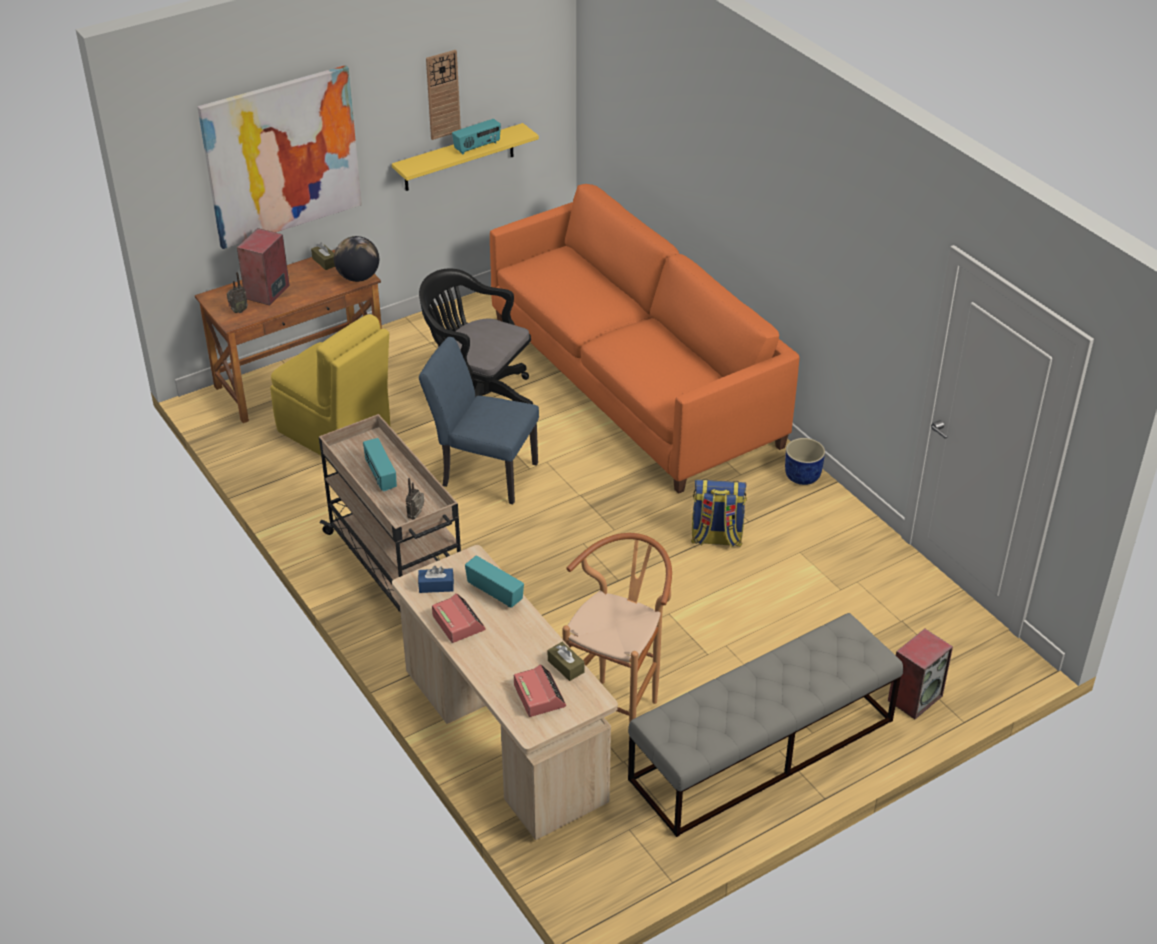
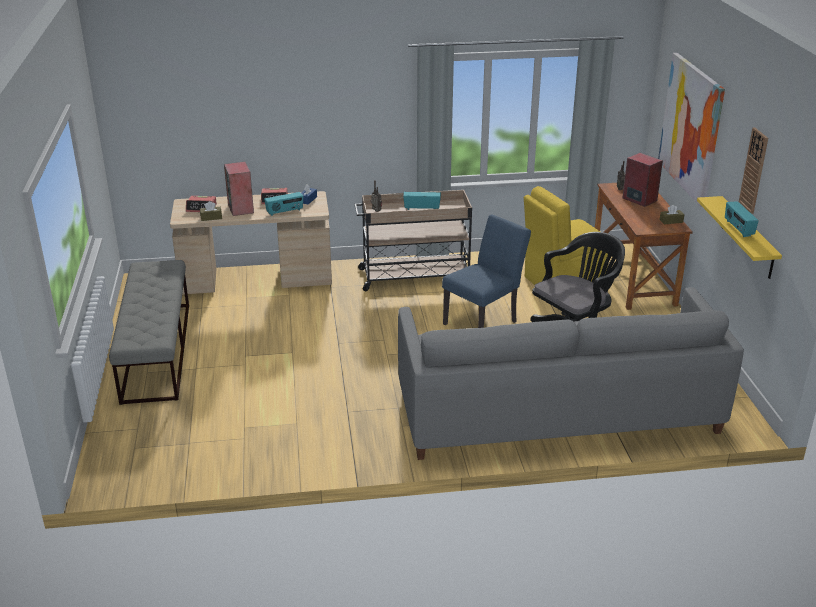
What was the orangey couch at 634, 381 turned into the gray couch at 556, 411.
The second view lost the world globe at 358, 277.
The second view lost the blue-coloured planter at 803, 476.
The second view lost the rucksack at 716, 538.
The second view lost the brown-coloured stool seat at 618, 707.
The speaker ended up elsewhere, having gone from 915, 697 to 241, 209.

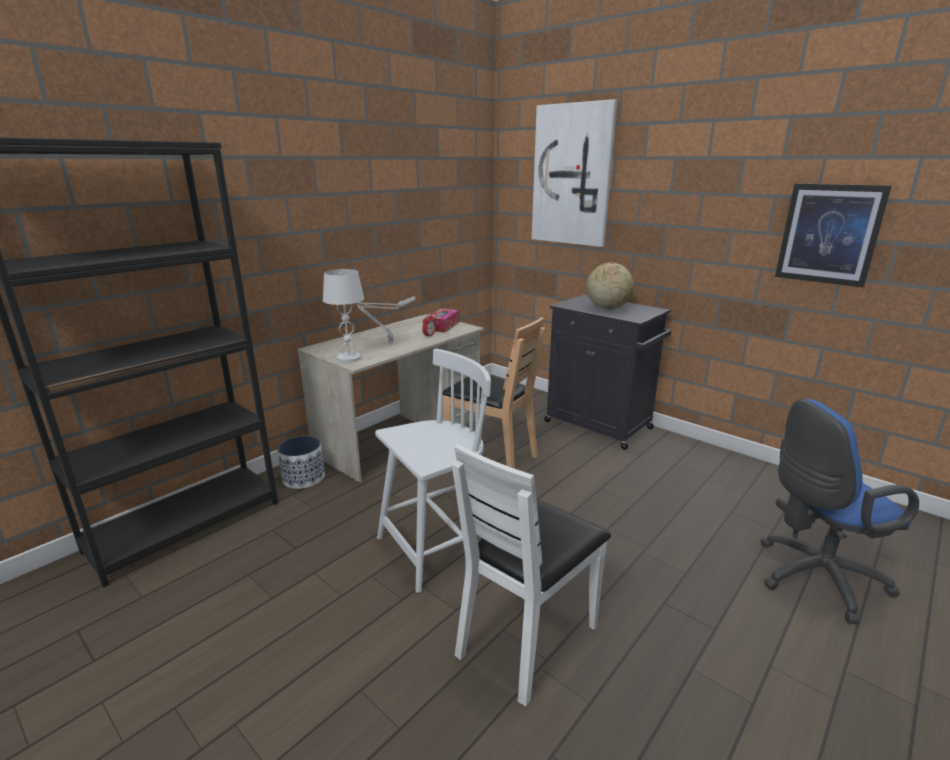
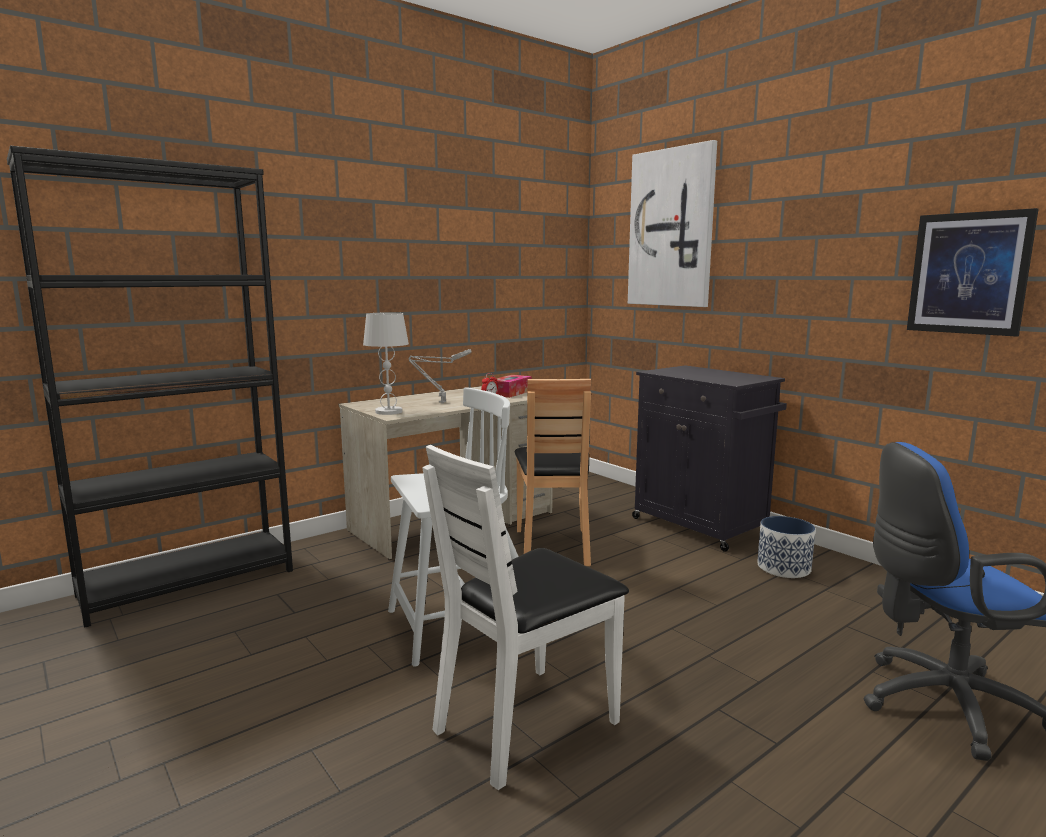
The second view lost the world globe at 607, 308.
The brown-coloured plain chair at 491, 456 ended up facing another way, 45 degrees clockwise from before.
The planter ended up elsewhere, having gone from 304, 478 to 784, 568.

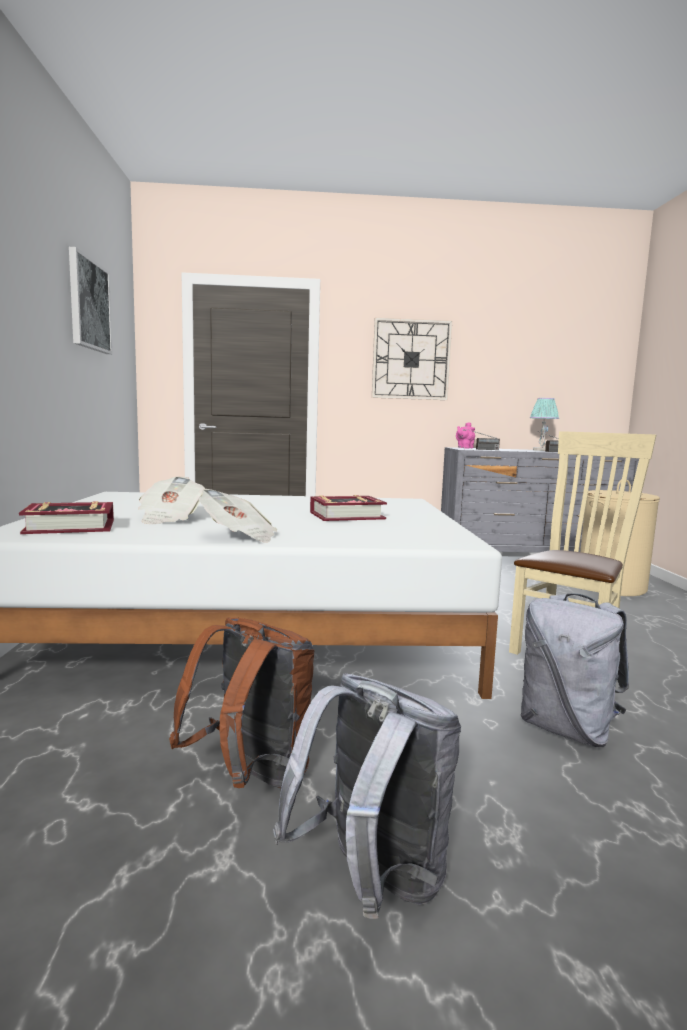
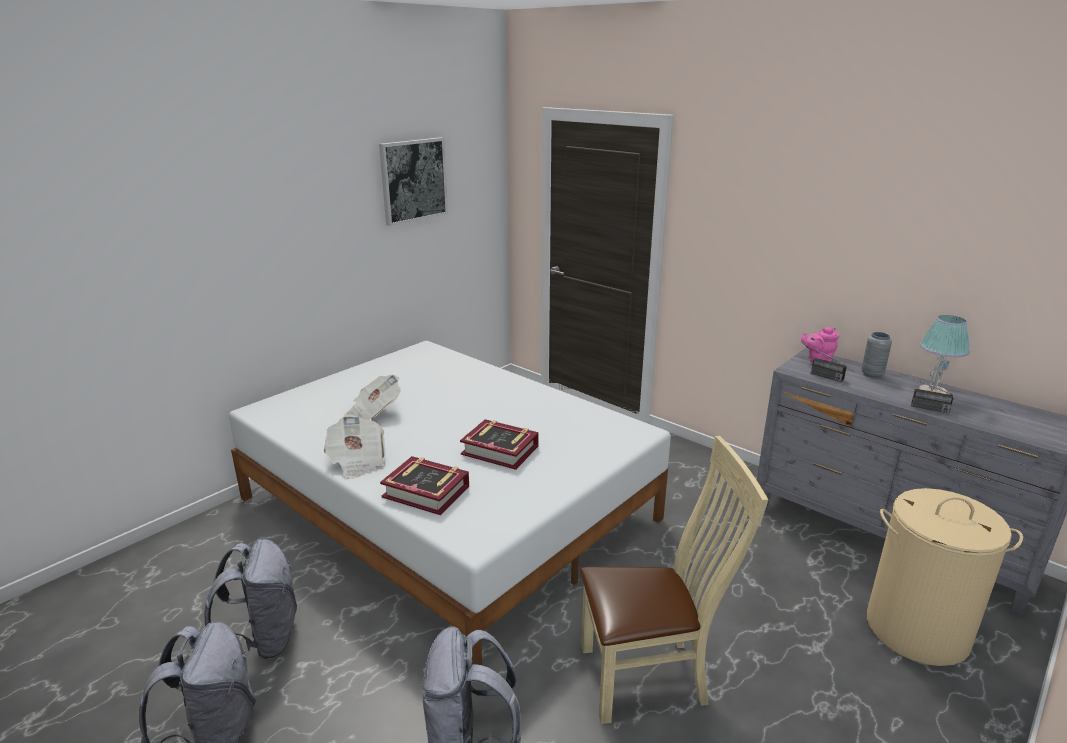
The second view lost the wall clock at 411, 359.
The bound book ended up elsewhere, having gone from 70, 527 to 426, 491.
What was the brown-coloured rucksack at 251, 777 turned into the gray rucksack at 264, 639.
The second view gained the gray flower vase at 872, 374.

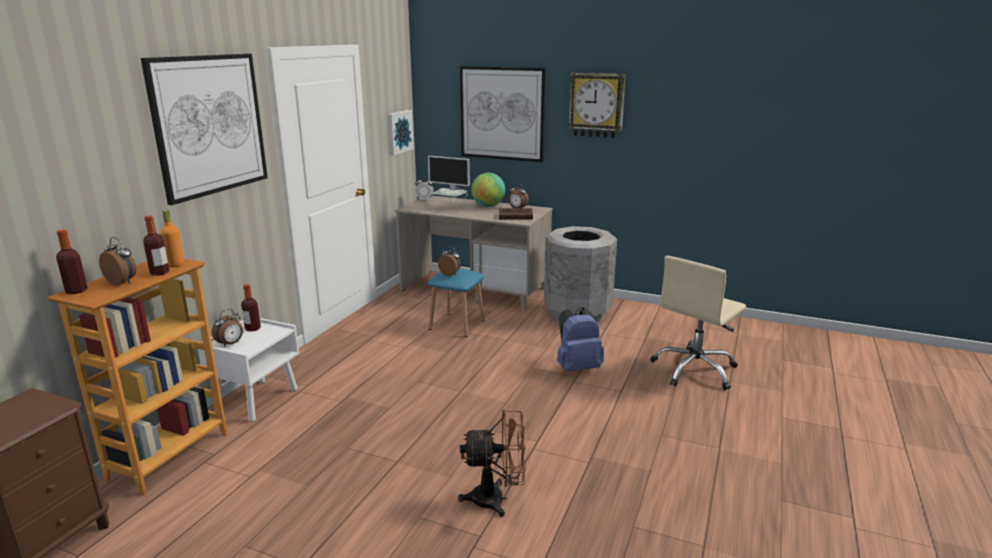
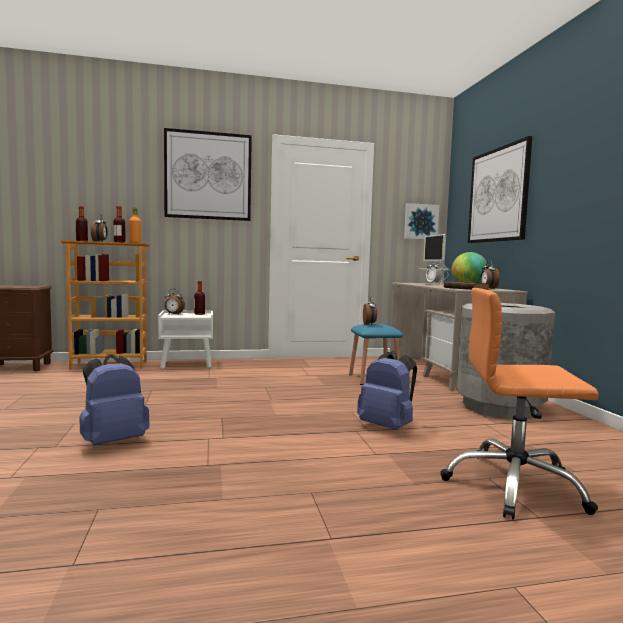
The second view lost the wall clock at 596, 105.
What was the beige-coloured computer chair at 695, 370 turned into the orangey computer chair at 514, 486.
Where the brown-coloured cooling fan stood at 497, 499, the blue-coloured rucksack came to stand at 113, 441.

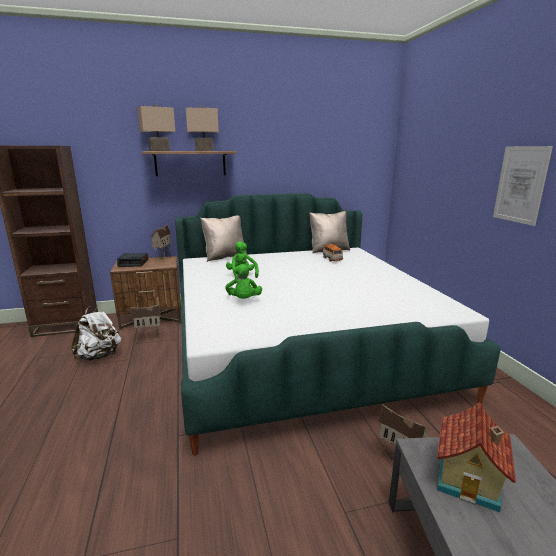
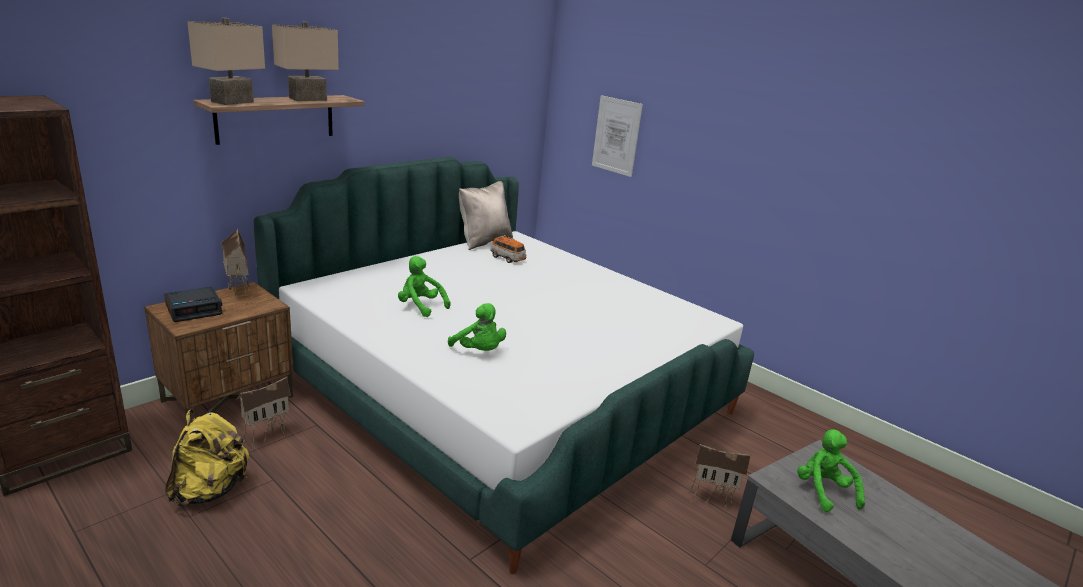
The picture ended up elsewhere, having gone from 520, 184 to 616, 136.
The second view lost the beige-coloured throw pillow at 224, 257.
What was the whitish rucksack at 99, 356 turned into the yellow rucksack at 210, 490.
Where the model house stood at 470, 480, the green-coloured plush toy came to stand at 823, 491.

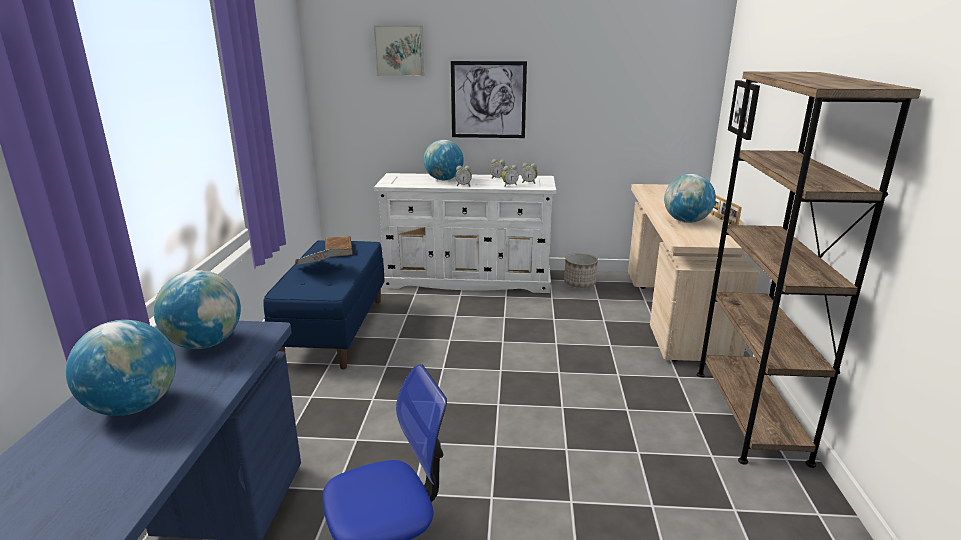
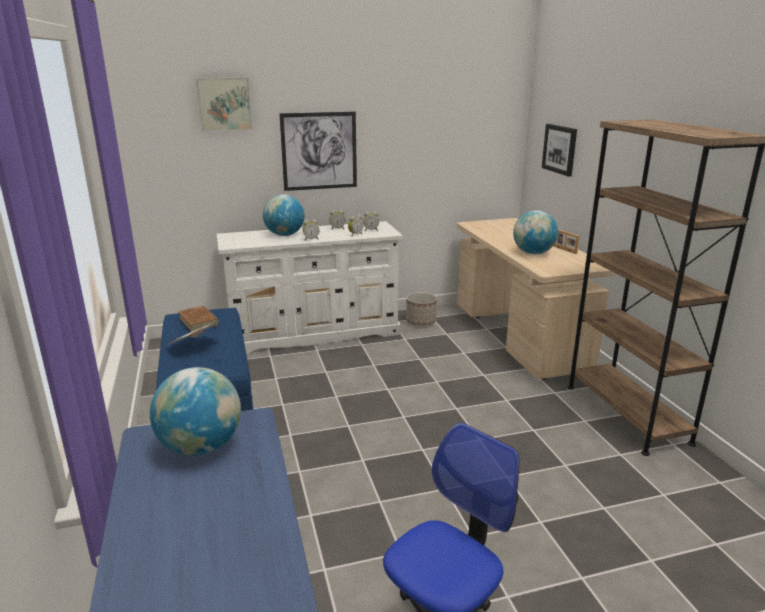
The second view lost the world globe at 133, 406.

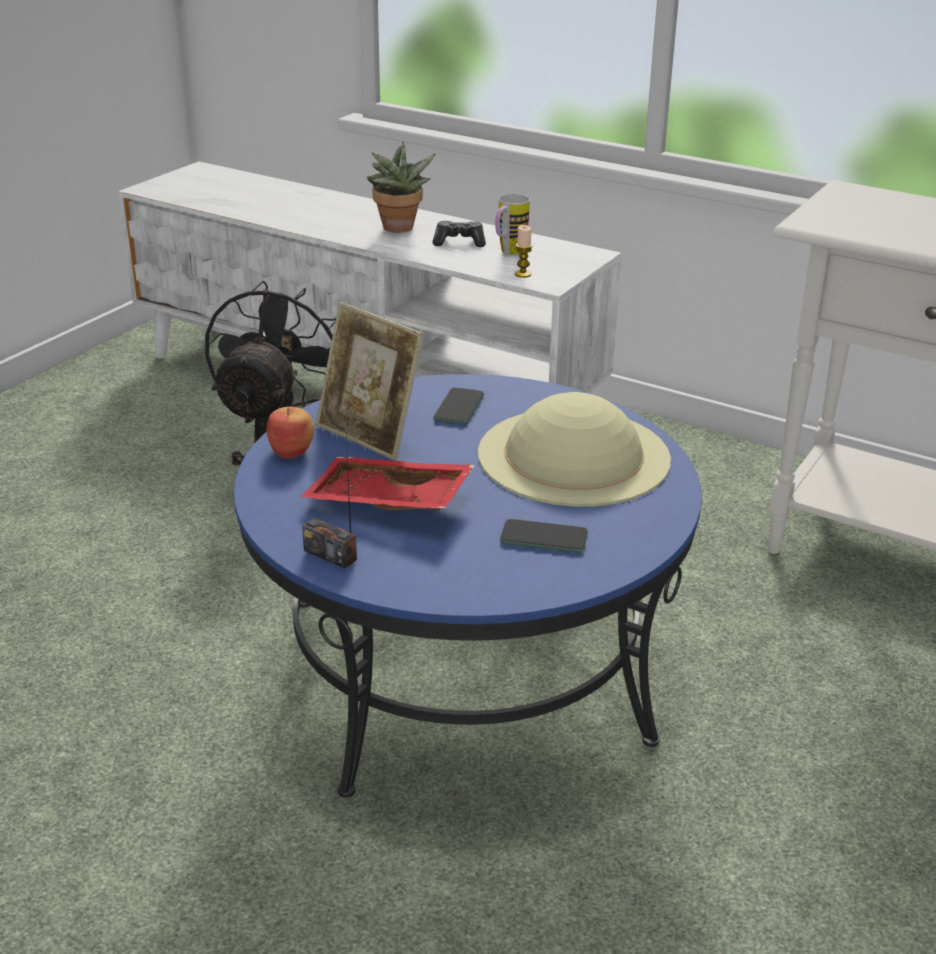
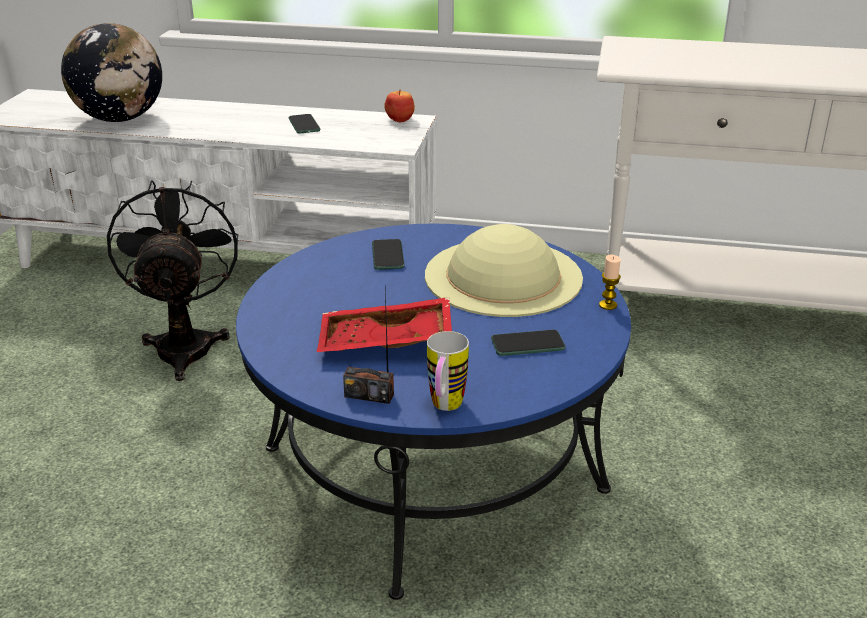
The second view lost the houseplant at 398, 229.
The tea mug ended up elsewhere, having gone from 508, 253 to 444, 408.
Where the gamepad stood at 459, 242, the handset came to stand at 304, 125.
The wax candle ended up elsewhere, having gone from 523, 274 to 608, 305.
The second view lost the photo frame at 369, 435.
The whole apple ended up elsewhere, having gone from 292, 451 to 400, 119.
The second view gained the world globe at 120, 119.

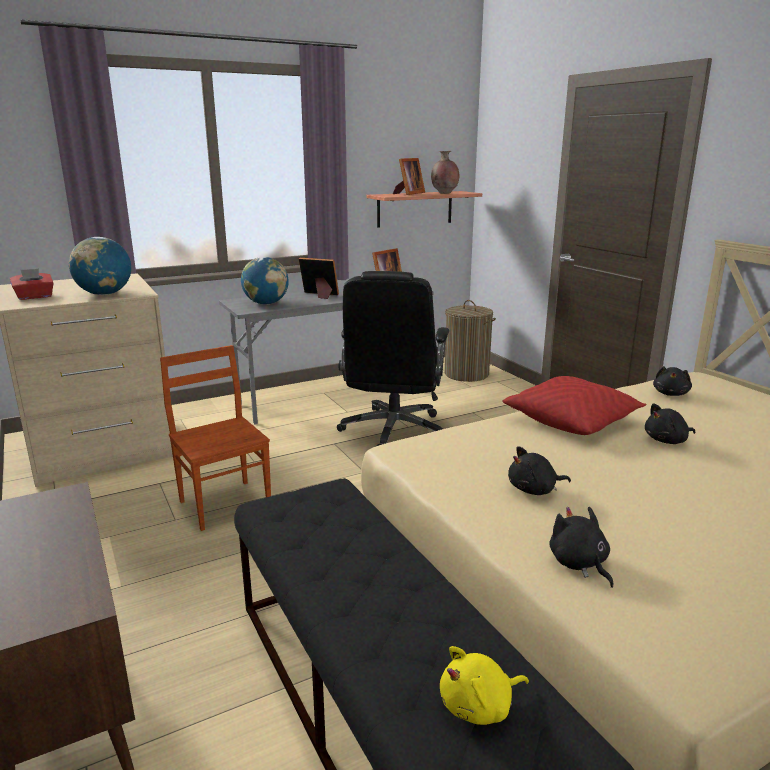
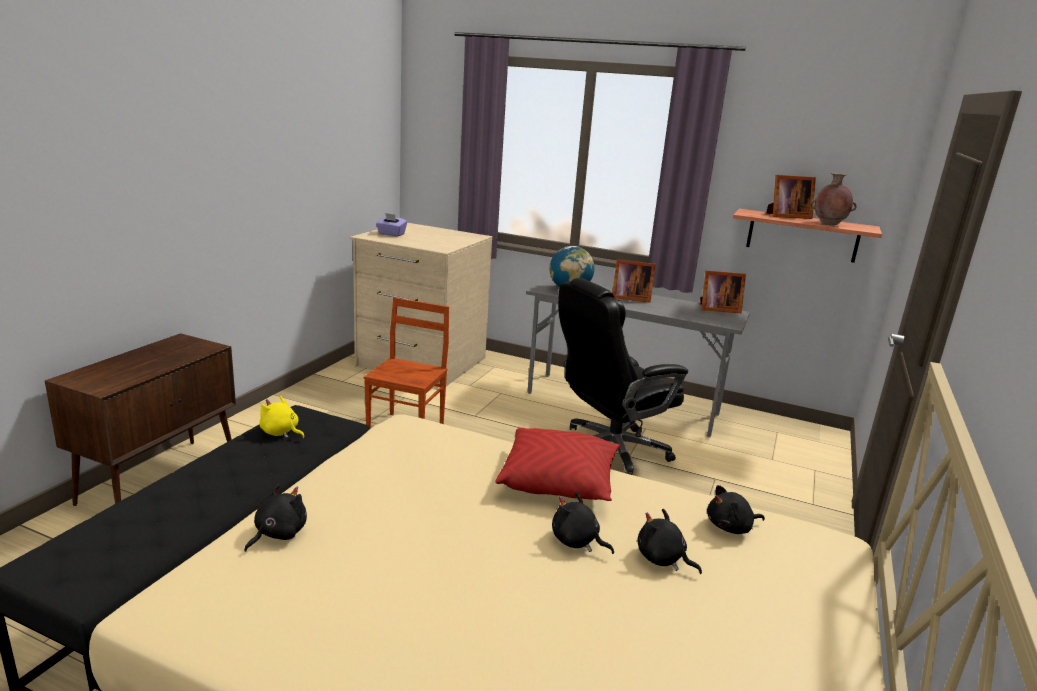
The second view lost the world globe at 105, 294.
The photo frame at 319, 295 ended up facing another way, 120 degrees clockwise from before.
What was the red tissue box at 34, 297 turned into the purple tissue box at 391, 234.
The second view lost the hamper at 466, 374.
The black-coloured plush toy ended up elsewhere, having gone from 534, 490 to 662, 559.
The yellow plush toy ended up elsewhere, having gone from 479, 706 to 281, 432.

